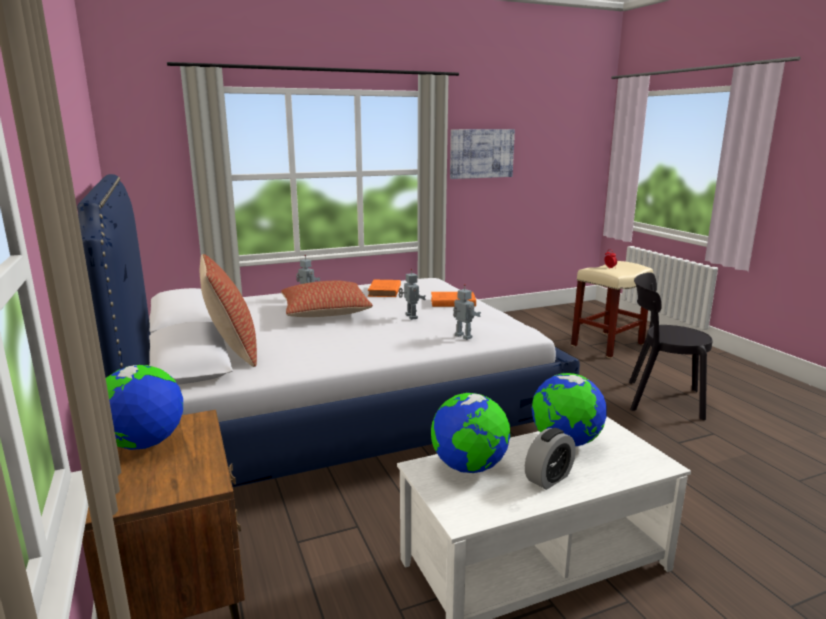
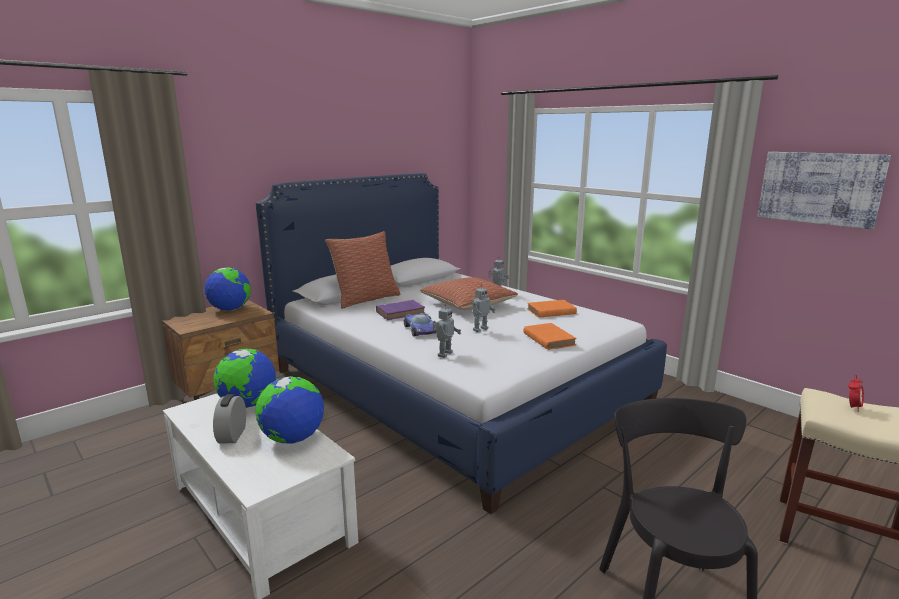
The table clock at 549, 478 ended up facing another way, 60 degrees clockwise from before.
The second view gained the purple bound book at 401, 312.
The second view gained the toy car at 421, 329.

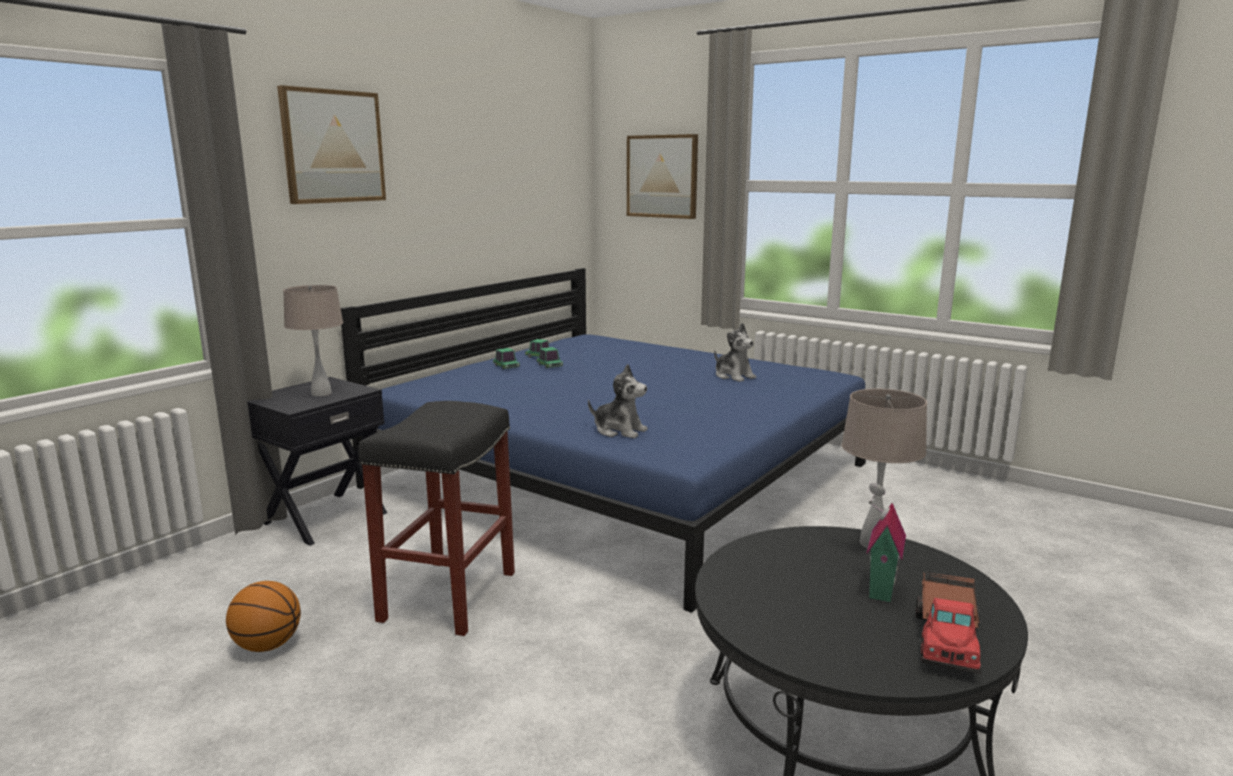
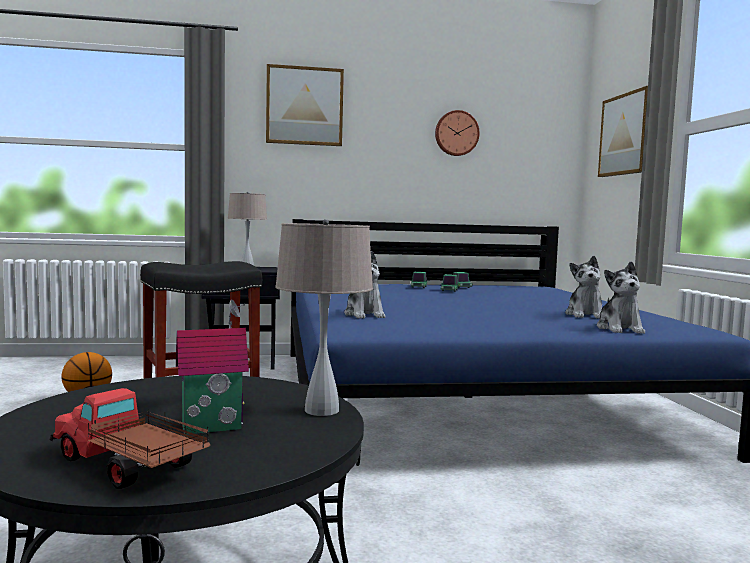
The toy lorry at 948, 637 ended up facing another way, 60 degrees clockwise from before.
The second view gained the wall clock at 456, 133.
The second view gained the plush toy at 620, 329.

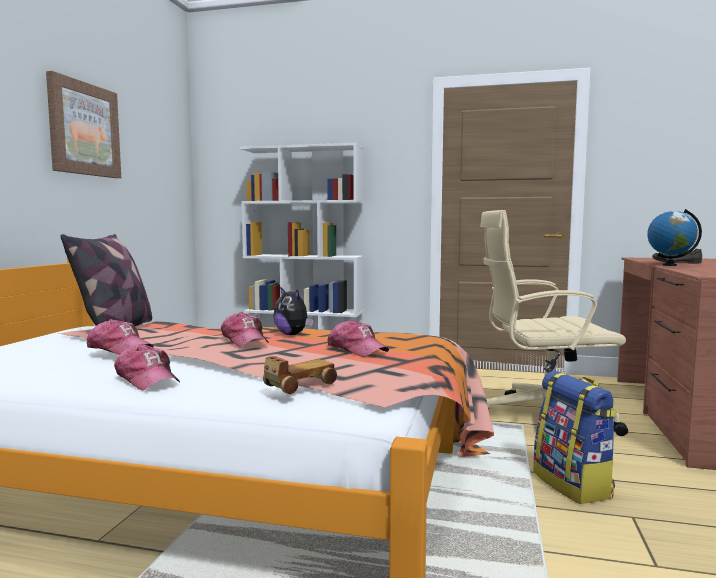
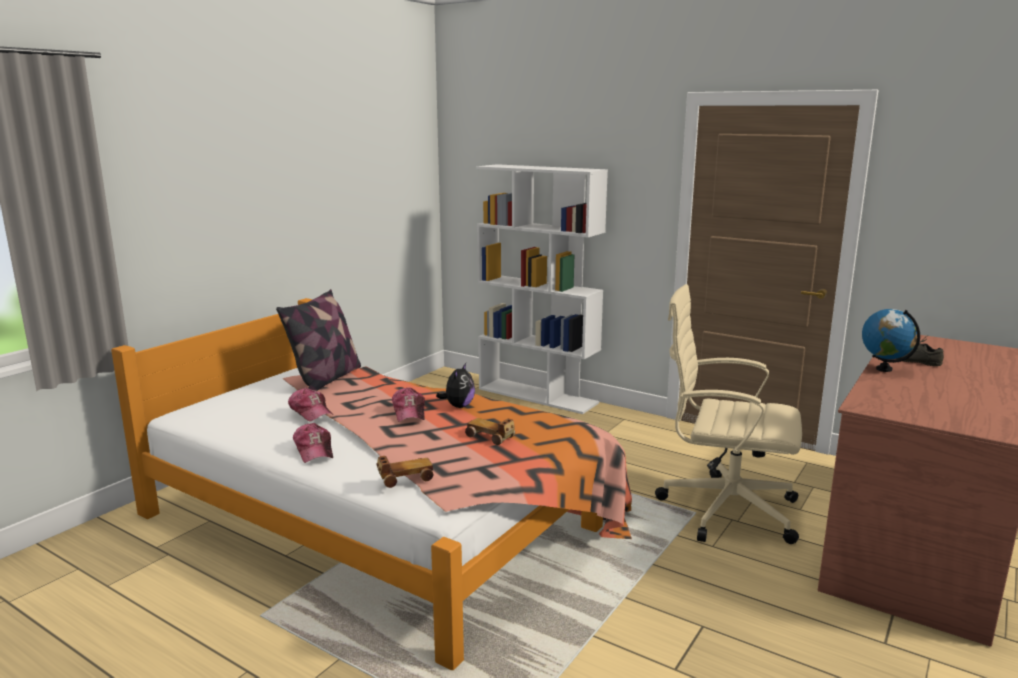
The second view lost the picture at 84, 129.
The plush toy at 292, 334 ended up facing another way, 135 degrees counterclockwise from before.
Where the peaked cap stood at 356, 349, the toy car came to stand at 490, 437.
The second view lost the rucksack at 573, 484.

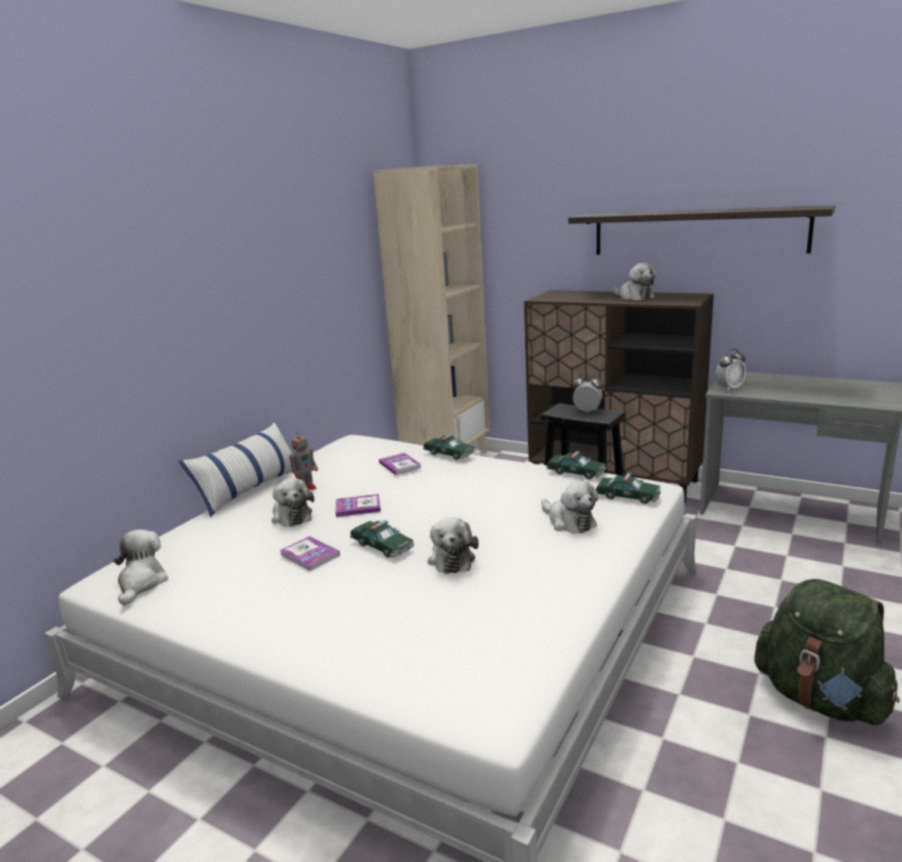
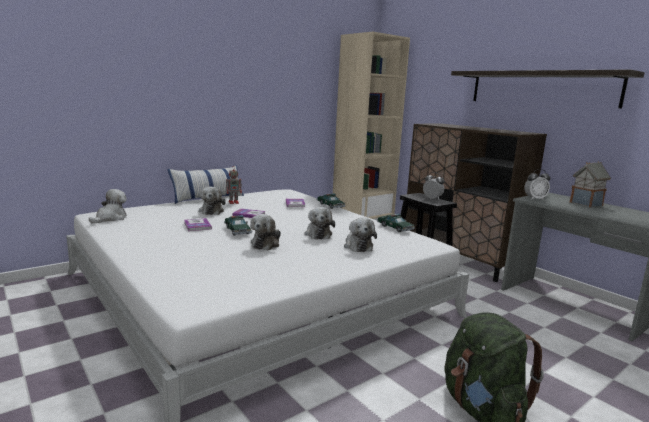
The plush toy ended up elsewhere, having gone from 634, 297 to 318, 234.
The second view lost the toy car at 627, 496.
The second view gained the model house at 586, 203.

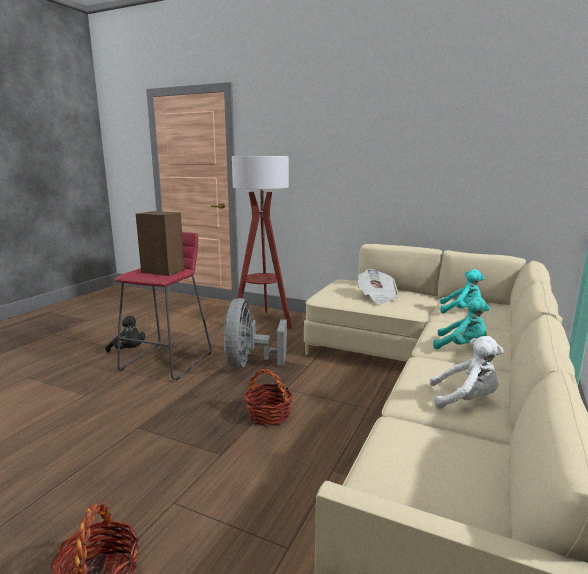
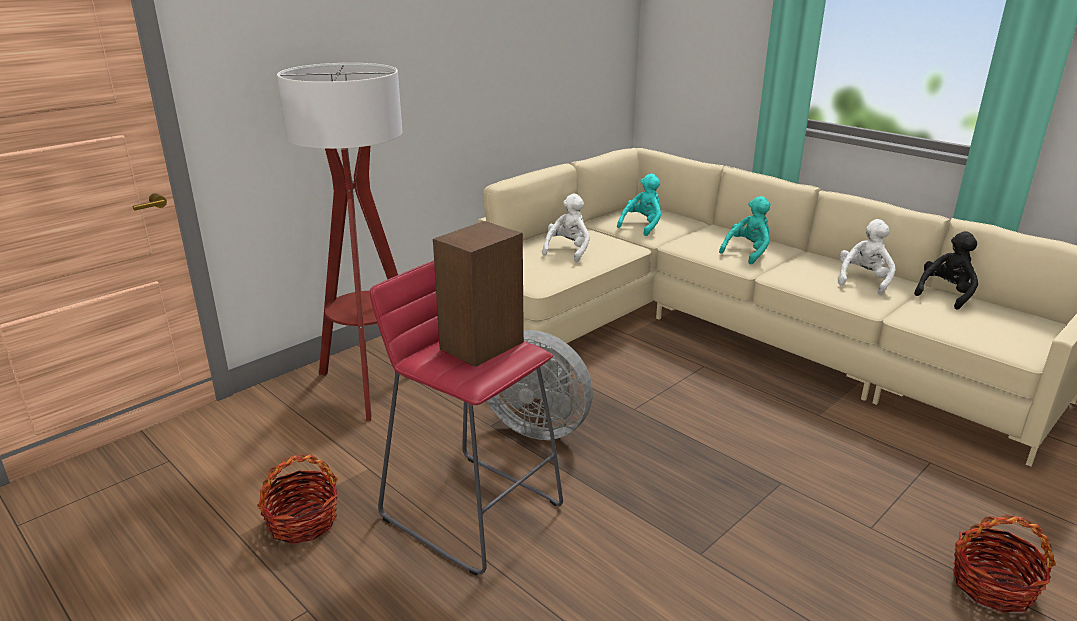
Where the printed paper stood at 377, 297, the whitish plush toy came to stand at 568, 251.
The black-coloured plush toy ended up elsewhere, having gone from 129, 350 to 945, 294.
The storage basket ended up elsewhere, having gone from 268, 415 to 302, 522.

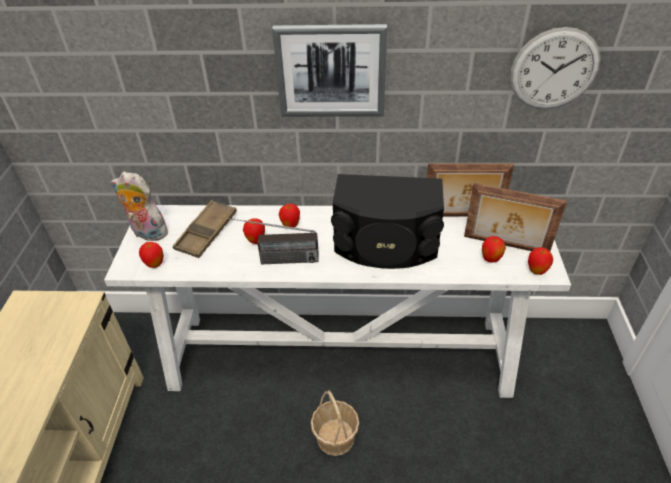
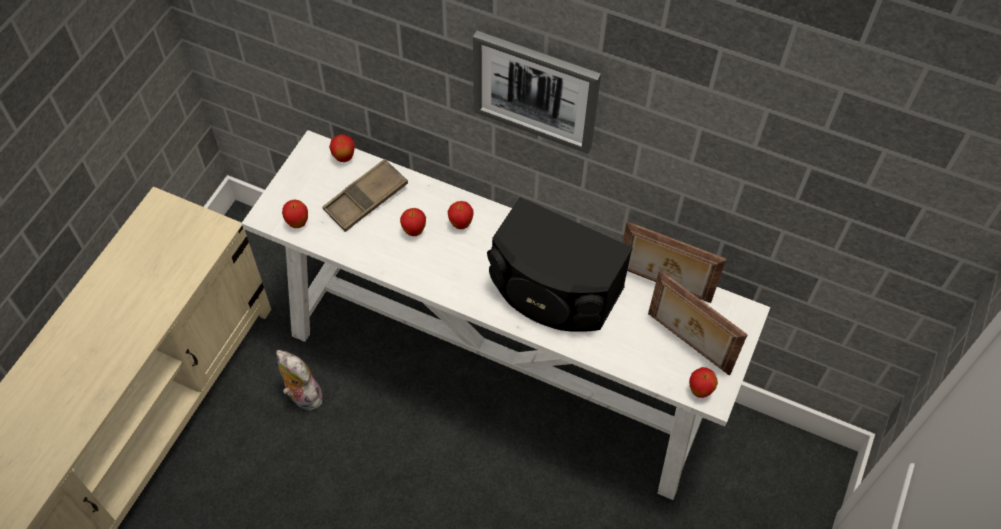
The second view lost the wall clock at 554, 69.
The plush toy ended up elsewhere, having gone from 147, 233 to 301, 395.
The second view lost the radio at 274, 260.
The whole apple ended up elsewhere, having gone from 490, 259 to 344, 158.
The second view lost the storage basket at 335, 437.

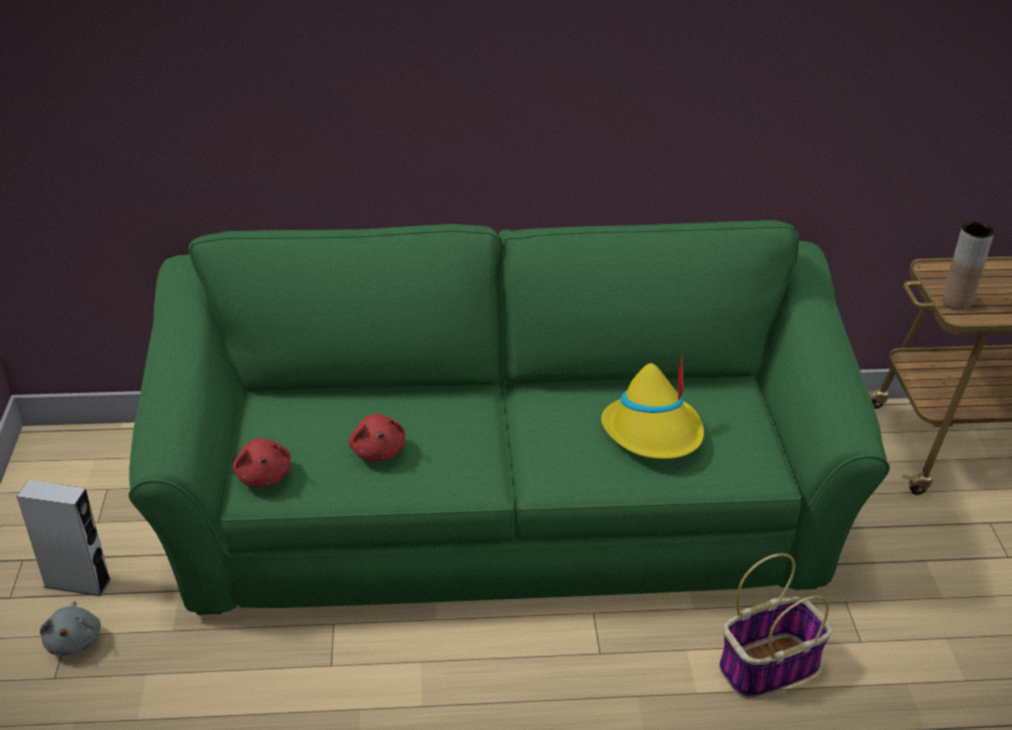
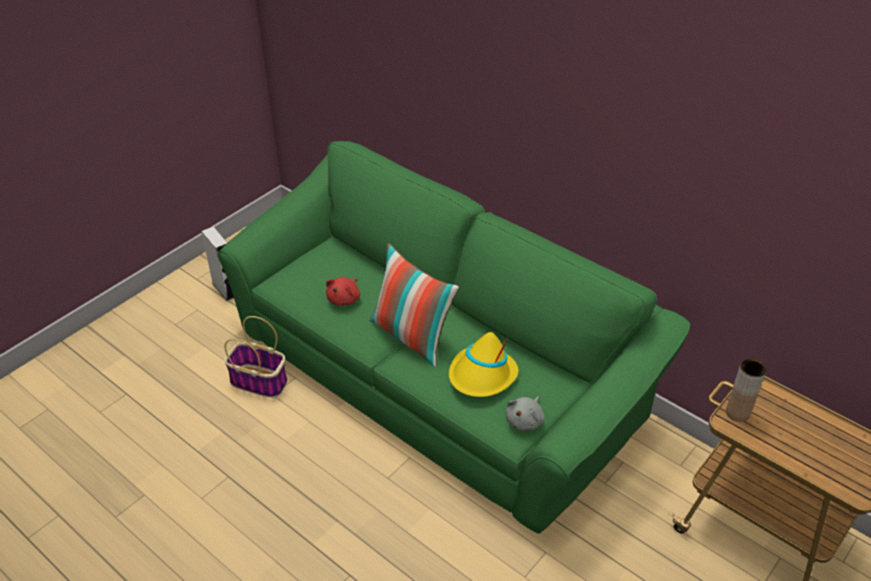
The second view lost the red plush toy at 263, 475.
The storage basket ended up elsewhere, having gone from 769, 666 to 260, 381.
The gray plush toy ended up elsewhere, having gone from 74, 640 to 525, 420.
The second view gained the throw pillow at 412, 336.

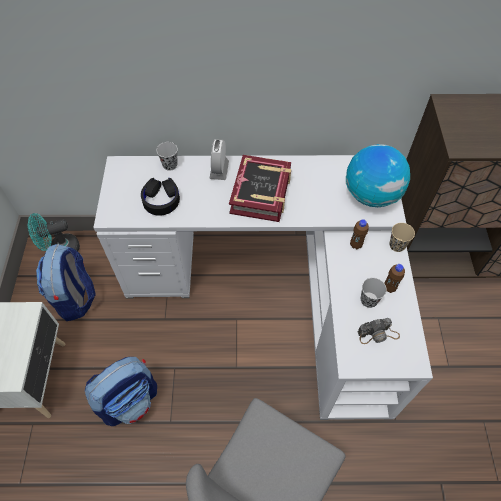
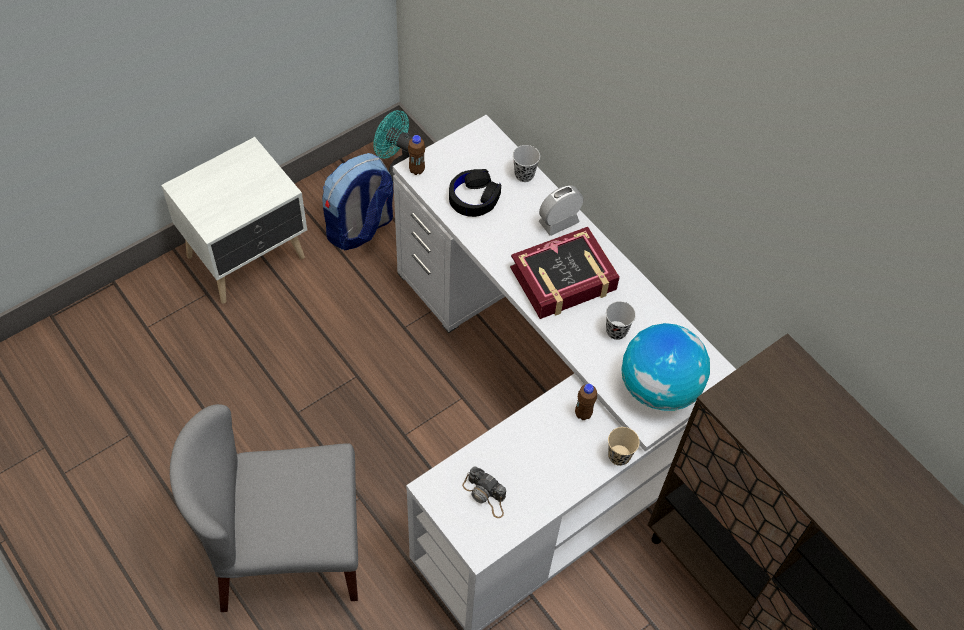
The brown-coloured bottle ended up elsewhere, having gone from 389, 288 to 417, 170.
The black-coloured small cup ended up elsewhere, having gone from 368, 300 to 616, 331.
The second view lost the rucksack at 130, 400.

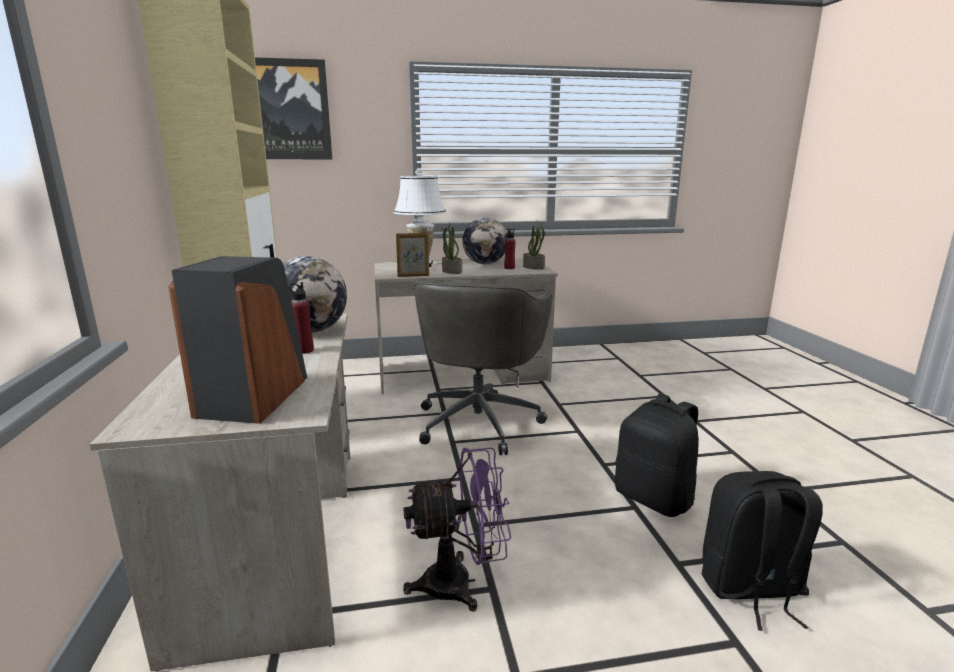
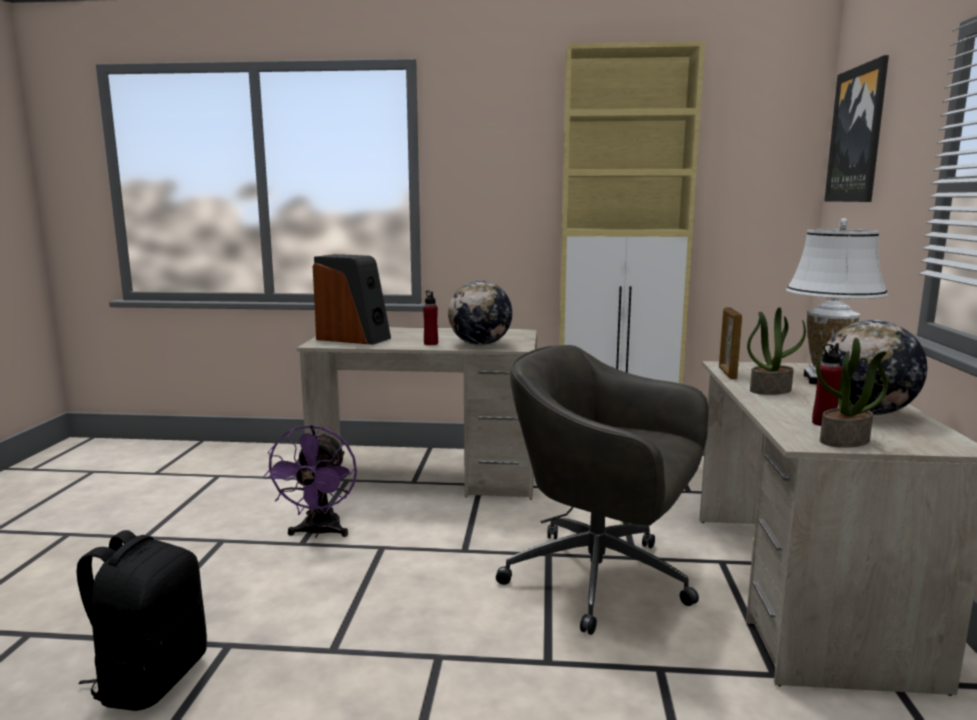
The second view lost the black-coloured rucksack at 654, 498.

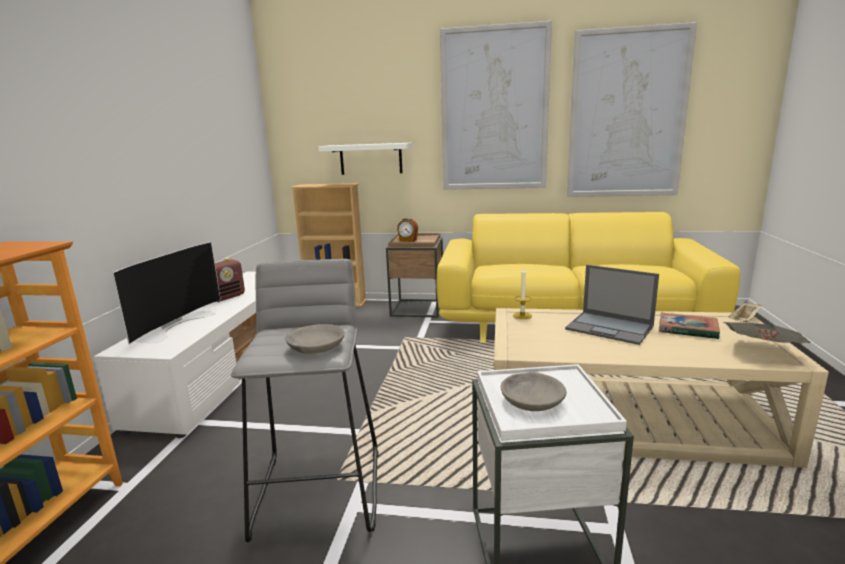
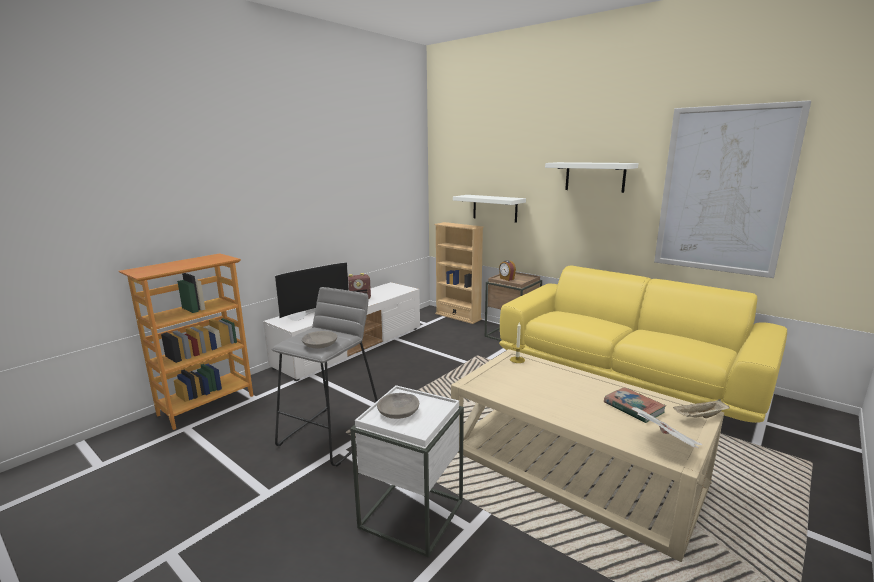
Where the picture hung at 494, 110, the whitish wall shelf came to hang at 595, 177.
The second view lost the portable computer at 610, 328.

